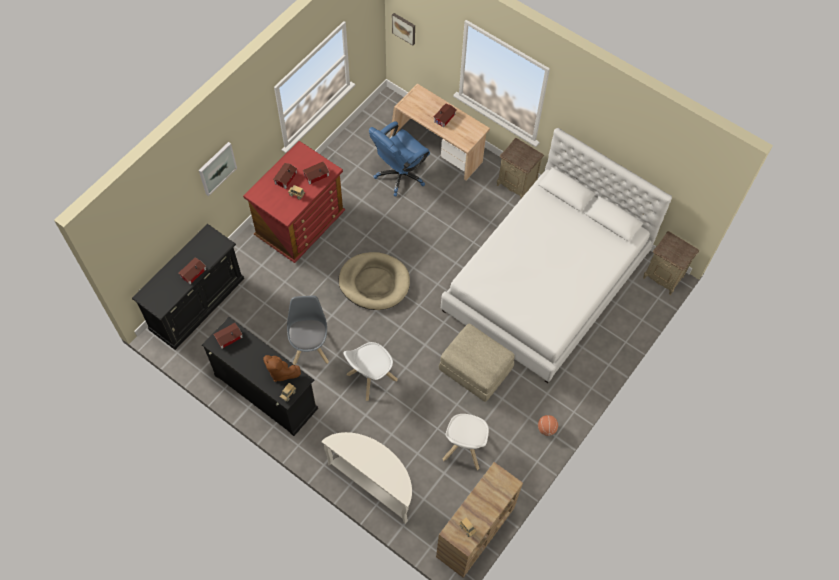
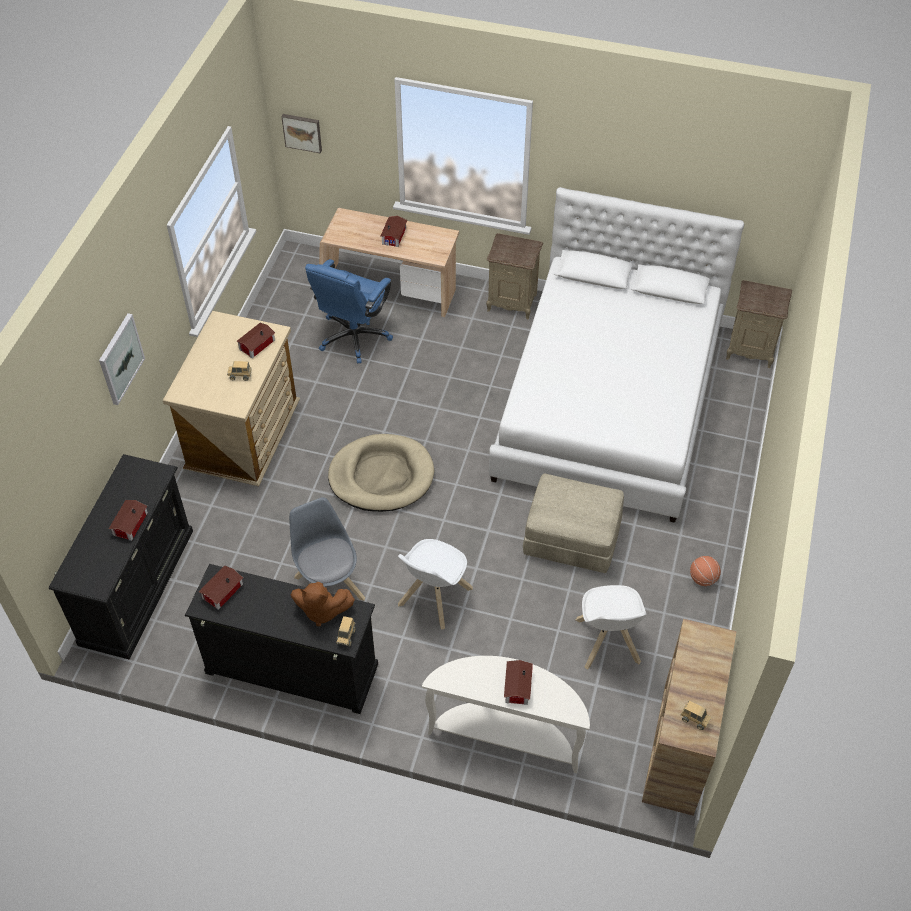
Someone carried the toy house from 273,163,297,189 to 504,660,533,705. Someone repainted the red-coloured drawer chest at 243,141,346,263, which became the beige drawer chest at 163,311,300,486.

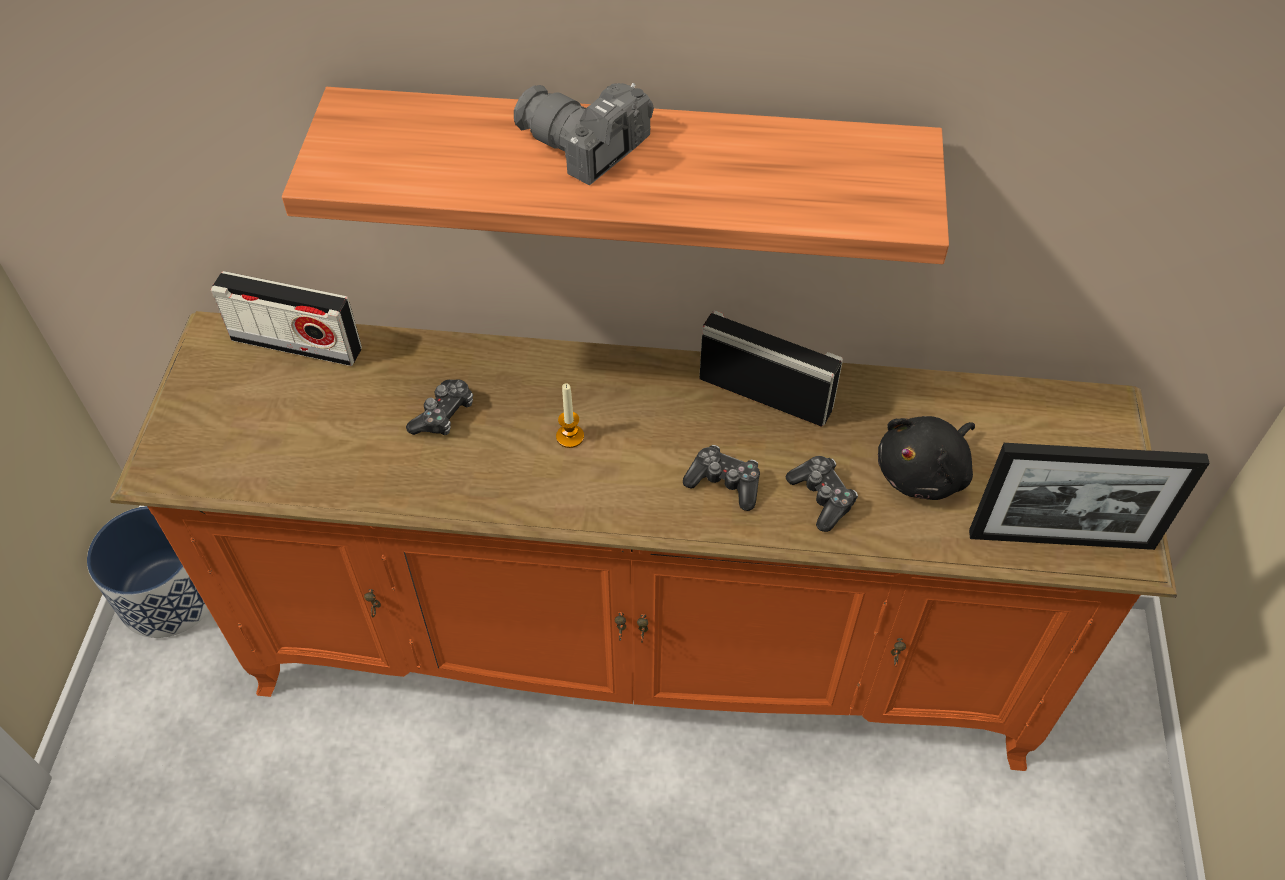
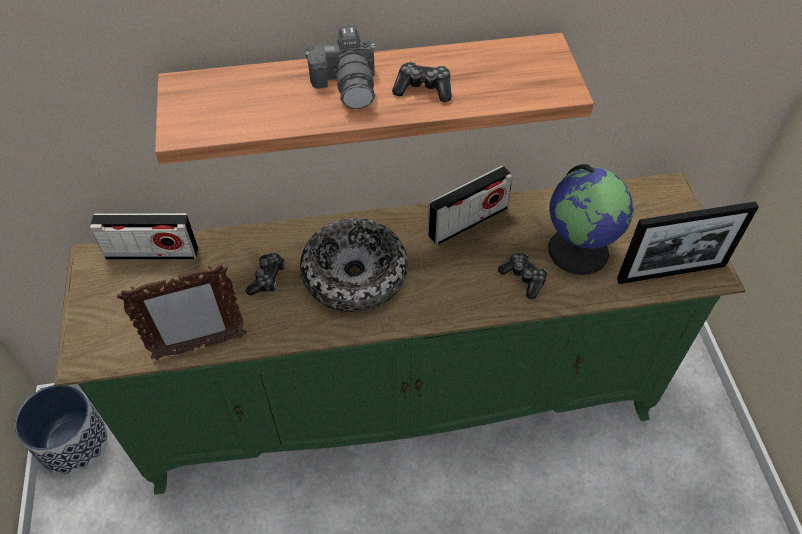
Someone put down the standing frame at 117,264,247,360. Someone carried the game controller from 683,445,760,511 to 392,62,451,102. Someone swapped the wax light at 556,383,584,448 for the bowl at 300,218,408,312. Someone swapped the blackish cuddly toy at 878,416,975,500 for the world globe at 548,164,634,275. Someone repainted the orange drawer chest at 110,311,1177,771, which became the green-coloured drawer chest at 54,172,746,495. Someone rotated the photo camera at 514,83,654,186 by 120 degrees counterclockwise. Someone rotated the radio at 699,310,843,427 by 135 degrees clockwise.

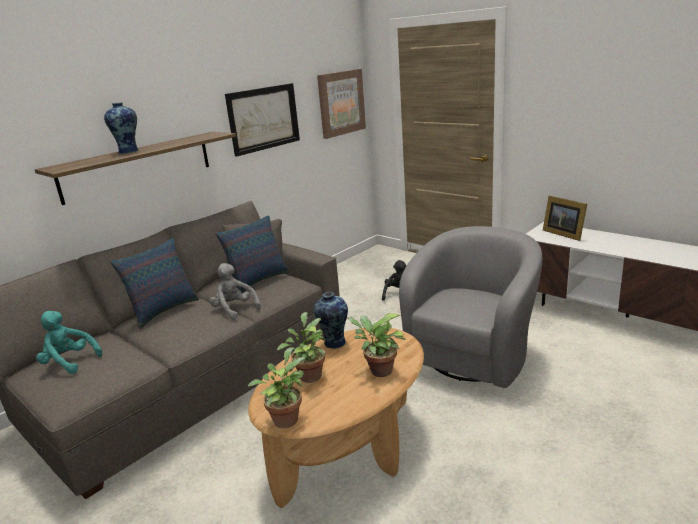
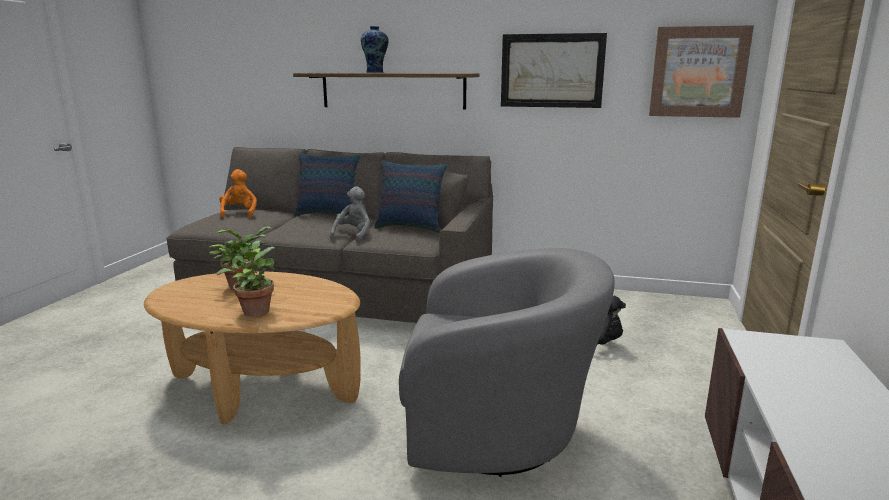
Someone took away the potted plant at 248,347,305,428. Someone took away the decorative vase at 313,292,348,349. Someone took away the standing frame at 543,196,587,241. Someone repainted the turquoise cuddly toy at 36,311,102,374, which became the orange cuddly toy at 219,169,257,218.

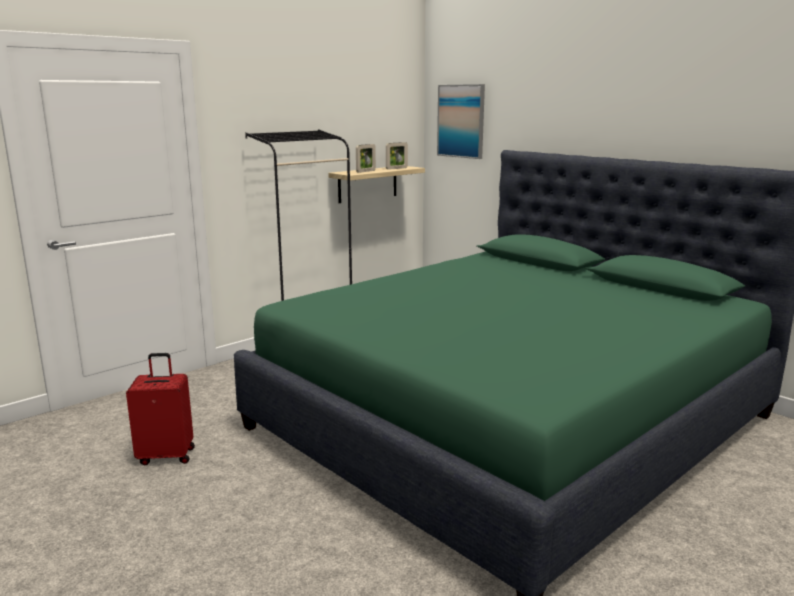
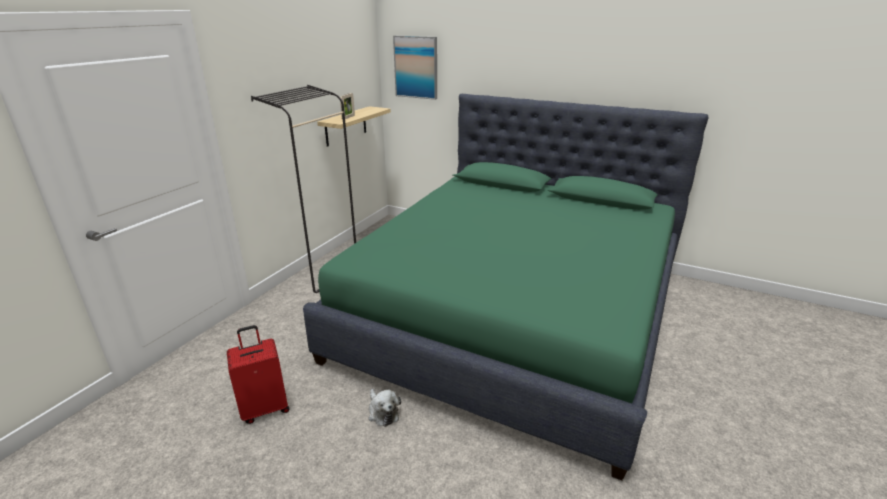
Someone took away the standing frame at 386,142,408,170. Someone put down the cuddly toy at 368,389,401,427.

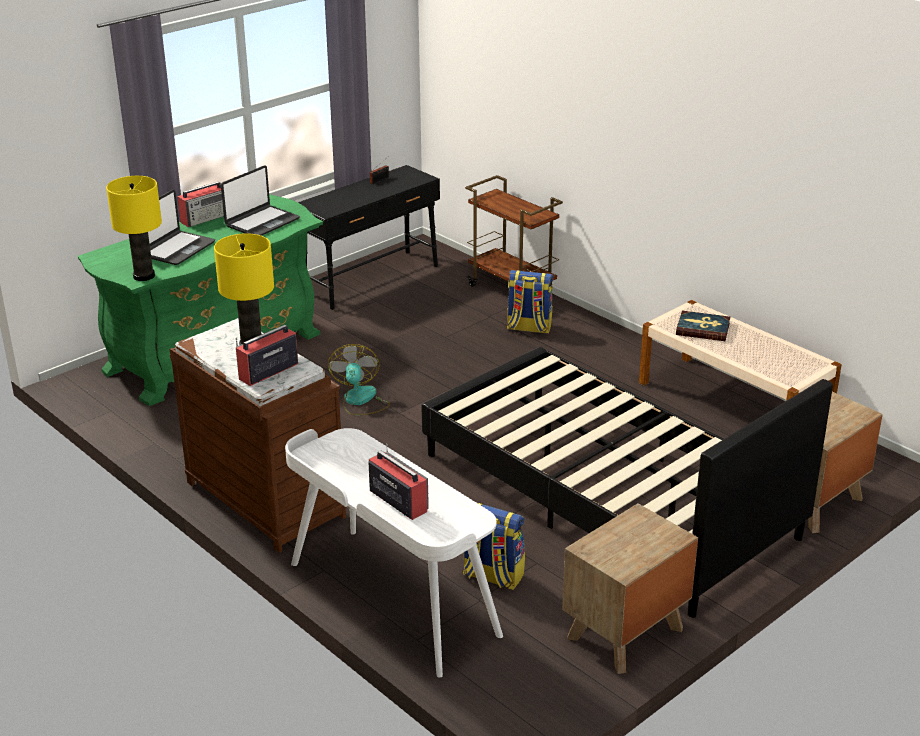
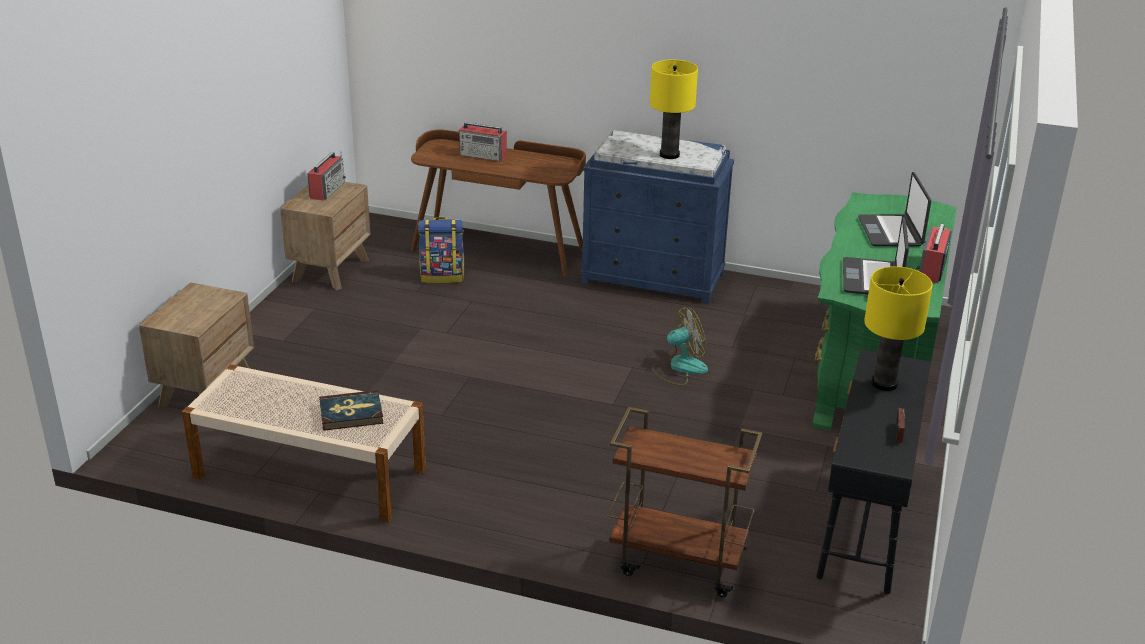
Someone took away the blackish bedroom bed at 421,347,833,618. Someone took away the backpack at 507,270,553,334. Someone carried the yellowish tabletop lamp from 106,176,162,281 to 864,266,933,391. Someone carried the radio from 236,325,298,386 to 307,151,346,201. Someone repainted the brown-coloured drawer chest at 170,318,346,553, which became the blue-coloured drawer chest at 581,130,734,304. Someone repainted the white desk at 285,428,503,678, which became the brown-coloured desk at 410,130,586,277. Someone rotated the fan at 328,344,390,415 by 75 degrees counterclockwise.

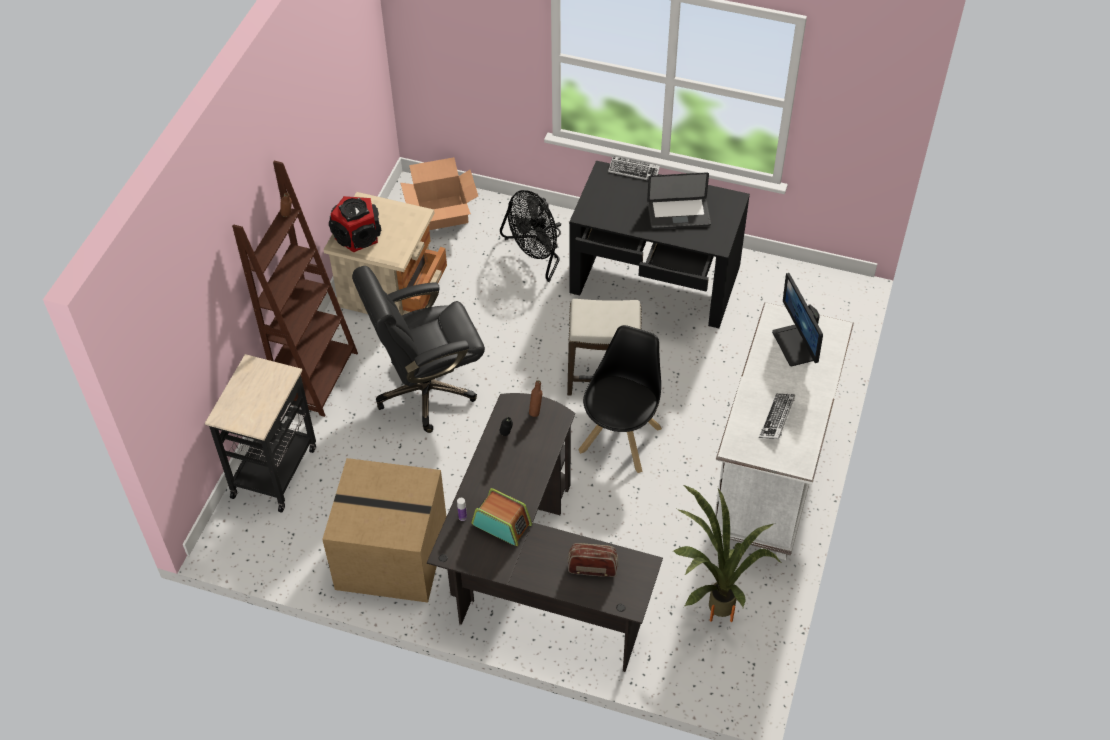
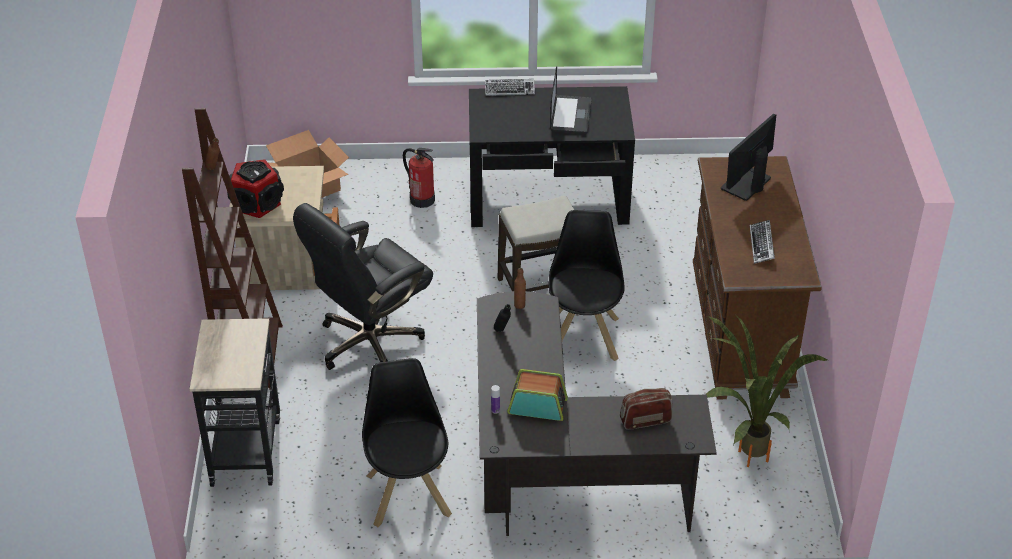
Someone swapped the packing box at 322,458,446,603 for the blackish upright chair at 362,358,452,527. Someone swapped the blackish fan at 500,190,561,282 for the fire-fighting cylinder at 403,148,435,208. Someone repainted the white drawer chest at 712,302,854,560, which became the brown-coloured drawer chest at 693,156,822,399. Someone rotated the laptop at 647,172,711,229 by 60 degrees counterclockwise. Someone rotated the computer display at 772,273,823,366 by 75 degrees clockwise.

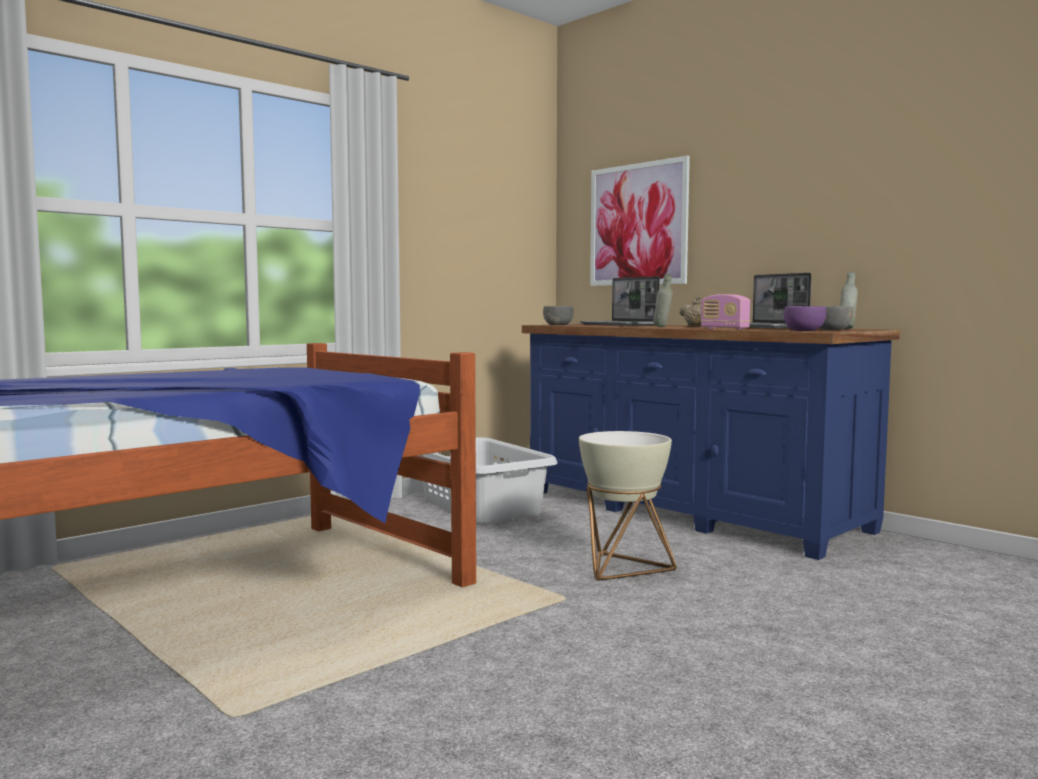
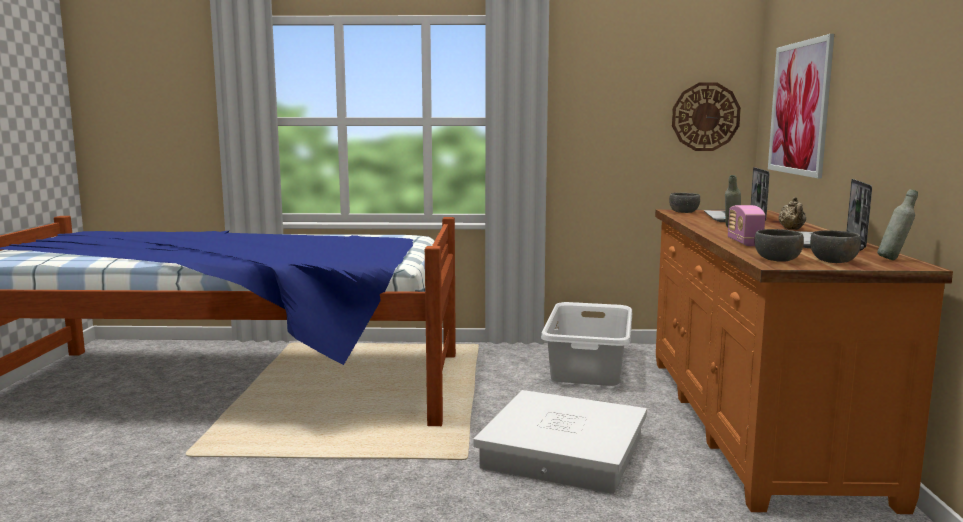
Someone put up the wall clock at 672,83,741,151. Someone swapped the plant pot at 579,431,677,580 for the white storage box at 473,390,647,494. Someone repainted the blue-coloured drawer chest at 522,324,900,560, which became the orange drawer chest at 655,209,953,514. Someone repainted the purple bowl at 784,306,826,331, which became the grey bowl at 755,229,804,262.

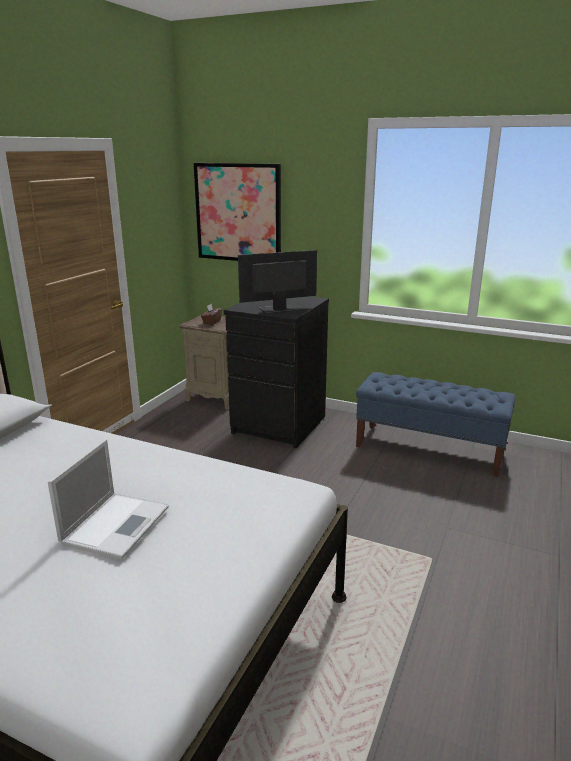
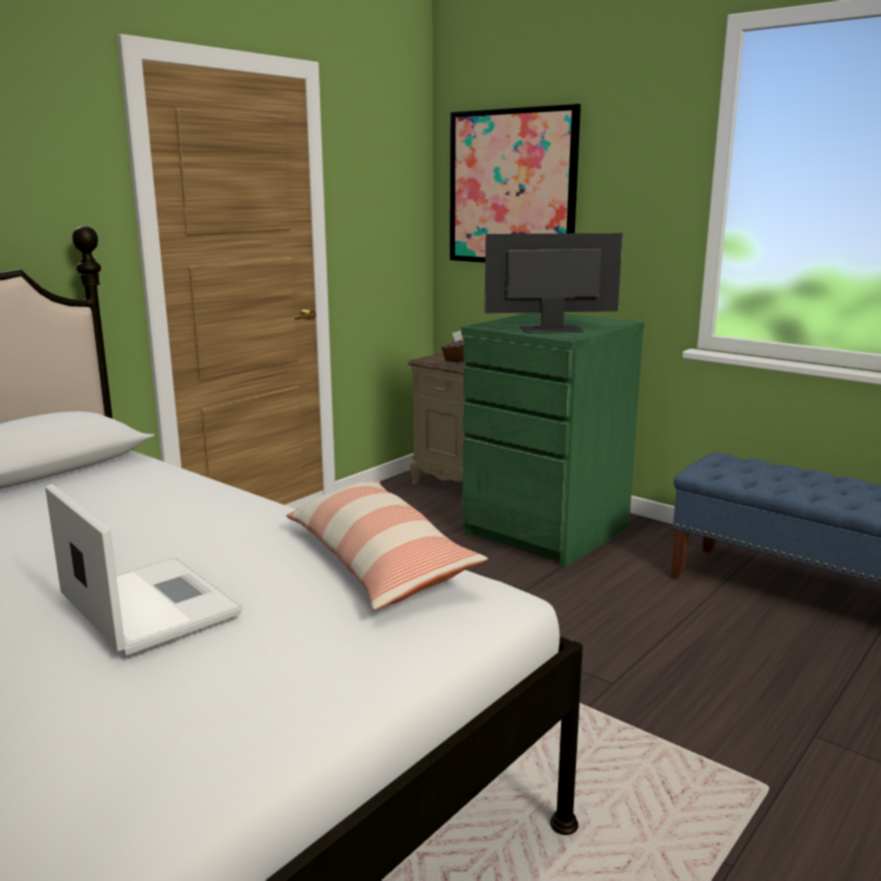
Someone put down the pillow at 286,480,488,610. Someone repainted the blackish drawer chest at 224,296,329,448, which became the green-coloured drawer chest at 461,312,645,568. Someone rotated the laptop at 48,439,169,559 by 75 degrees counterclockwise.

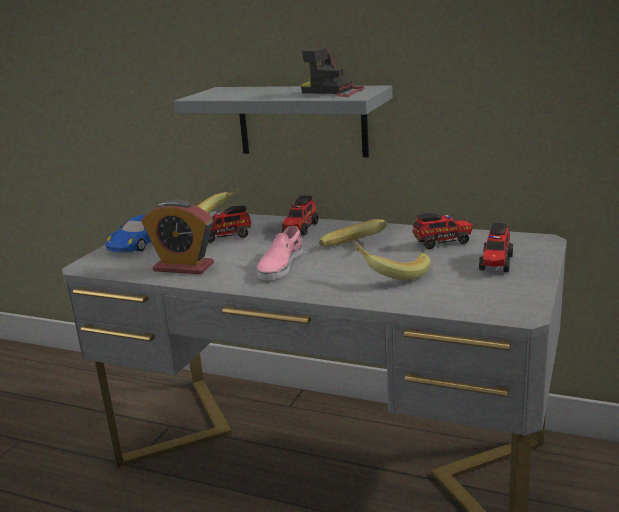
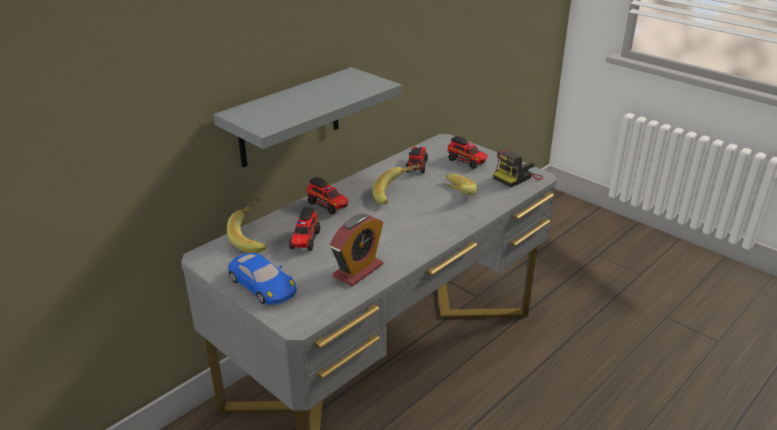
Someone took away the pink item of footwear at 257,226,303,280. Someone carried the photo camera from 301,47,365,97 to 493,149,543,188.

